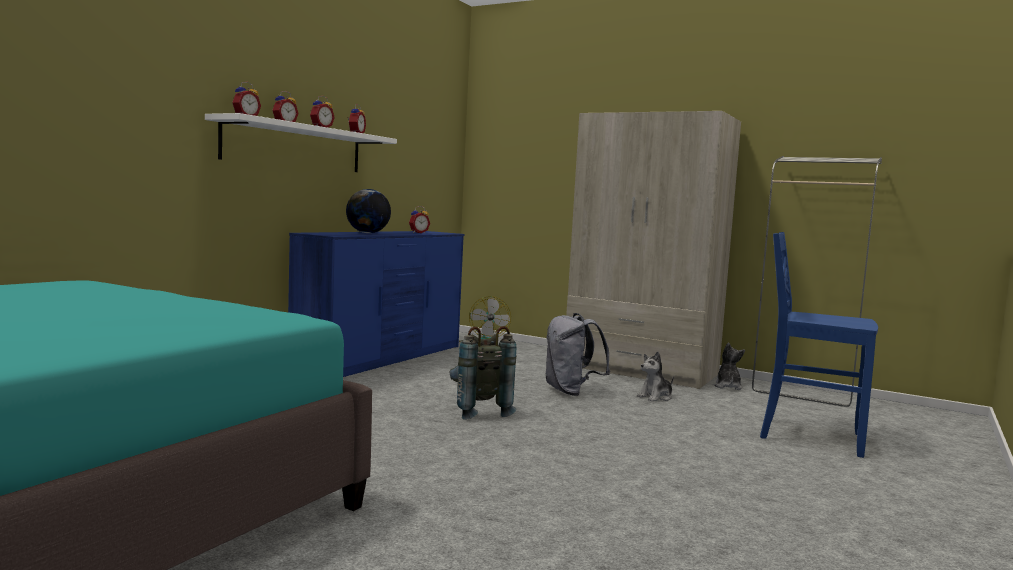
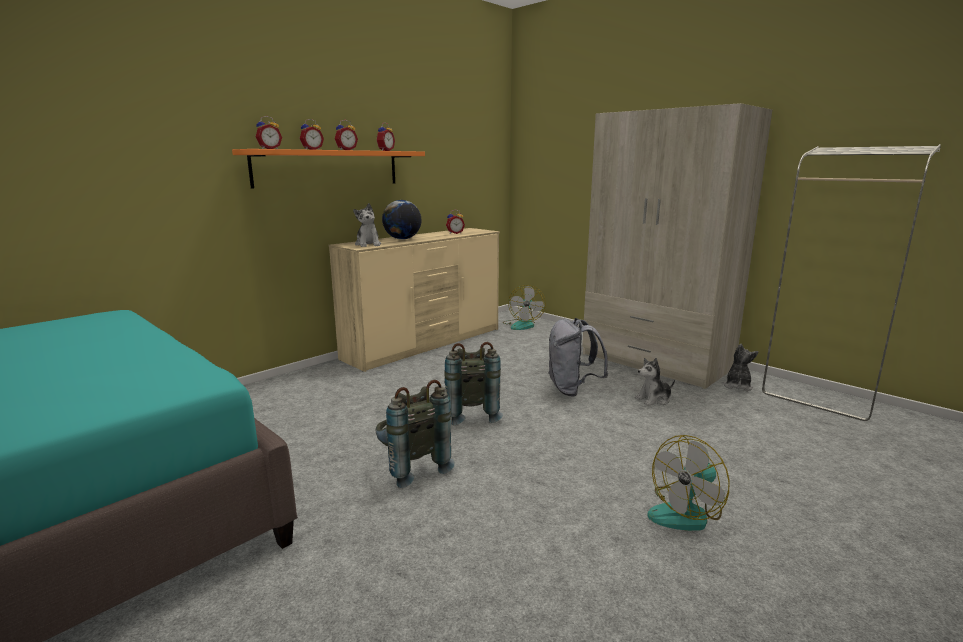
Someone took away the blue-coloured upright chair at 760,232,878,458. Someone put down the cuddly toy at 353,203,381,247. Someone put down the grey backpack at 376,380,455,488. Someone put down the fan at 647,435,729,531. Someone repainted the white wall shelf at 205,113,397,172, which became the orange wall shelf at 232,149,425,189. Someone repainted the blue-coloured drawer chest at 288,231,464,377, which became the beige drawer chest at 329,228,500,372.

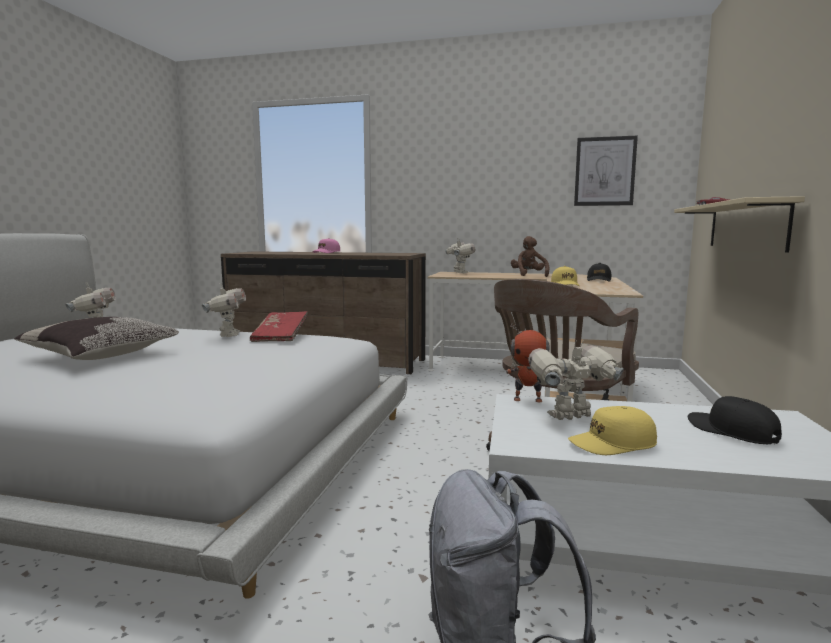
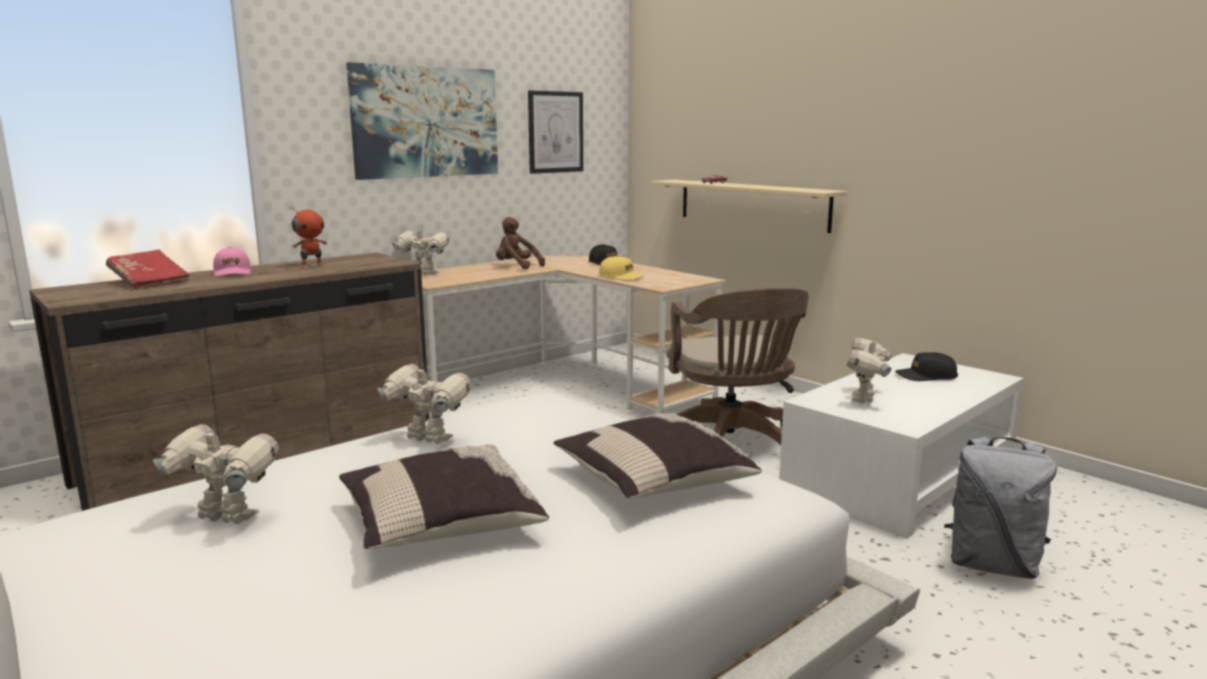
Someone took away the yellowish baseball cap at 568,406,657,455. Someone put up the picture at 347,62,498,180. Someone put down the pillow at 553,413,762,498. Someone carried the red-coloured bound book from 250,311,308,342 to 106,250,190,290. Someone carried the robot figure from 506,324,549,402 to 290,206,327,269.

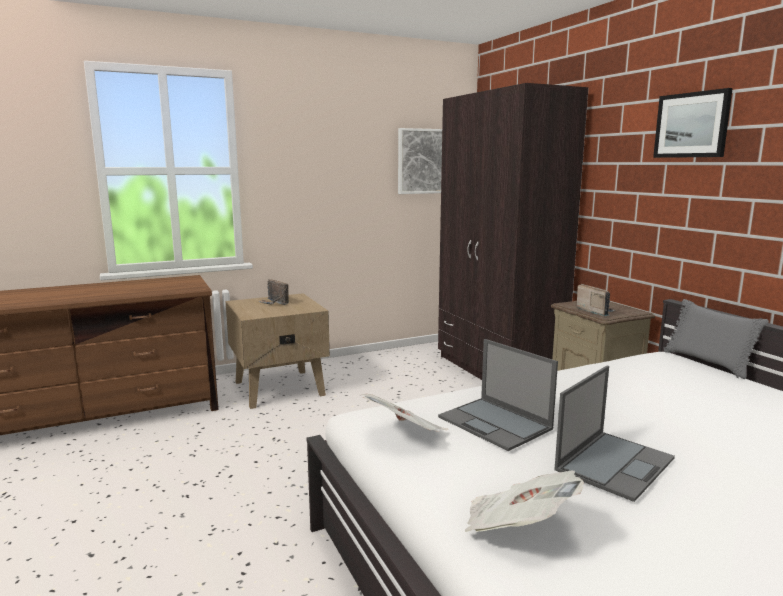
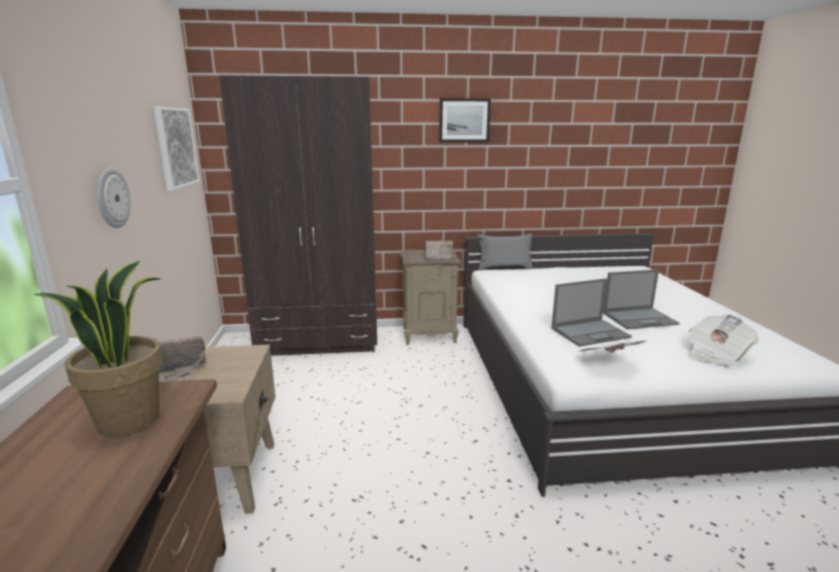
Someone put down the potted plant at 34,261,163,437. Someone put up the wall clock at 97,168,130,228. Someone rotated the laptop at 554,366,675,502 by 105 degrees clockwise.

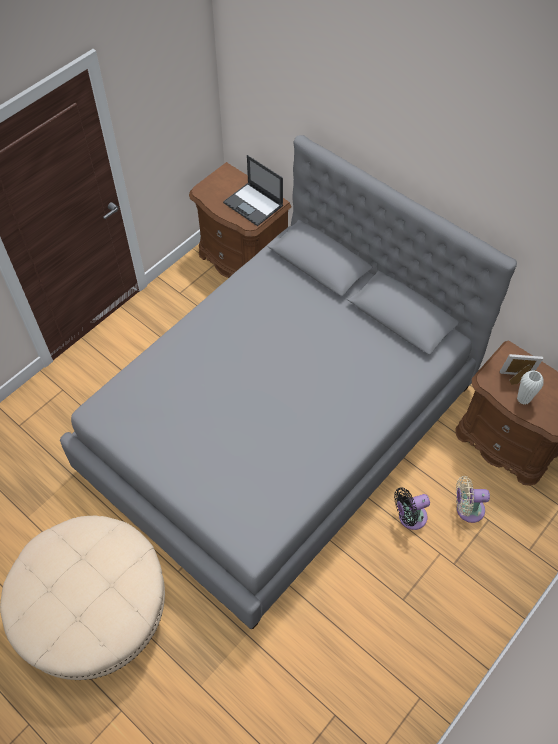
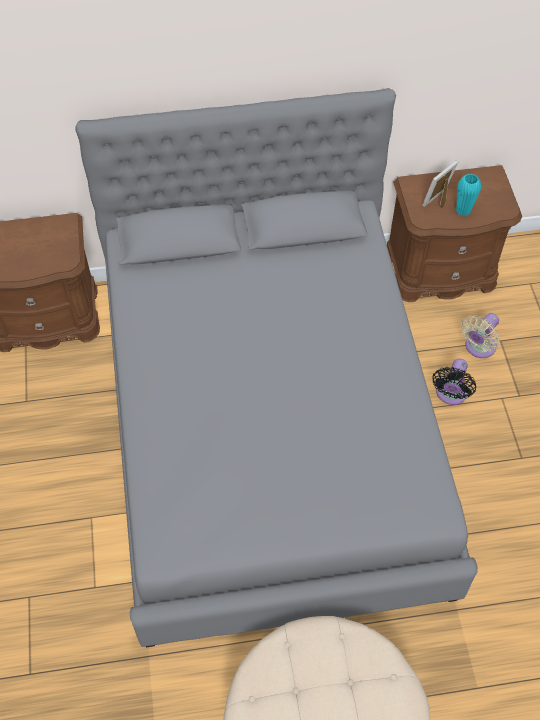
Someone took away the laptop at 223,155,283,226. Someone repainted the white decorative vase at 517,370,544,405, which became the turquoise decorative vase at 456,174,481,216.

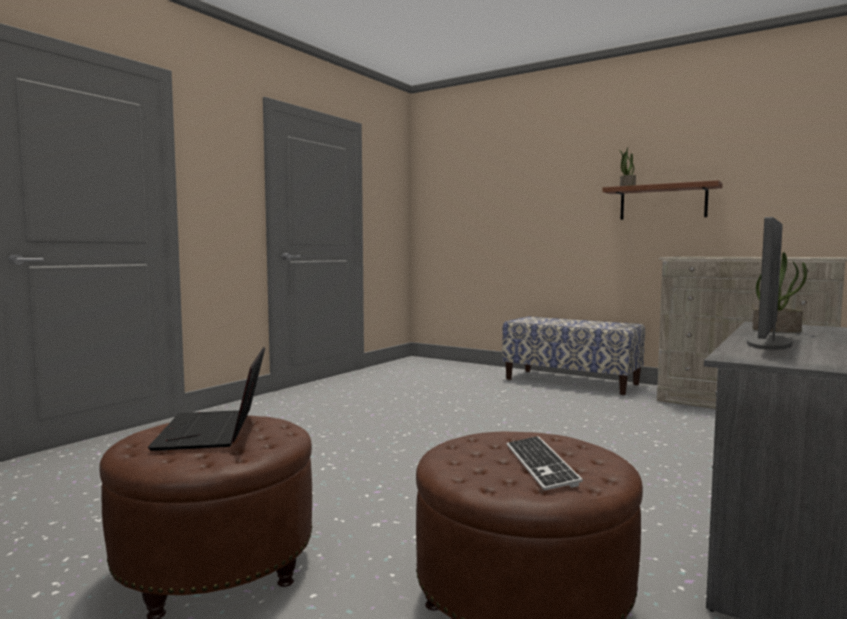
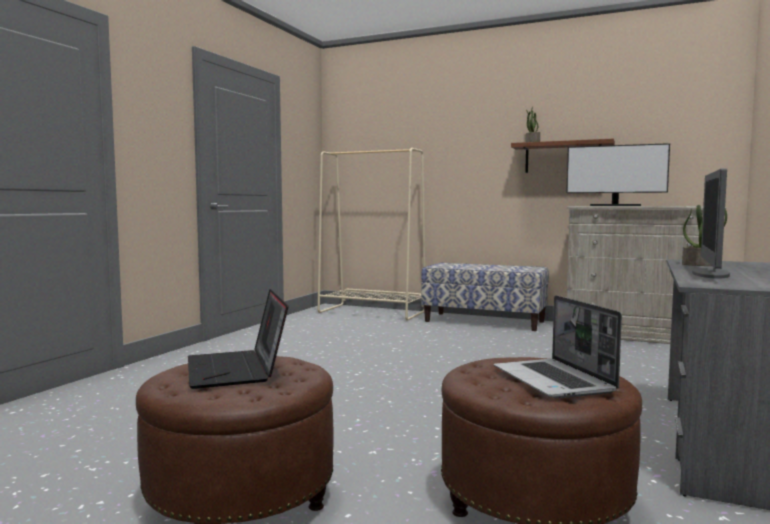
Someone put down the beige clothes rack at 318,148,425,321. Someone put down the computer display at 566,143,670,206. Someone swapped the computer keyboard at 507,436,583,490 for the laptop at 494,295,622,399.

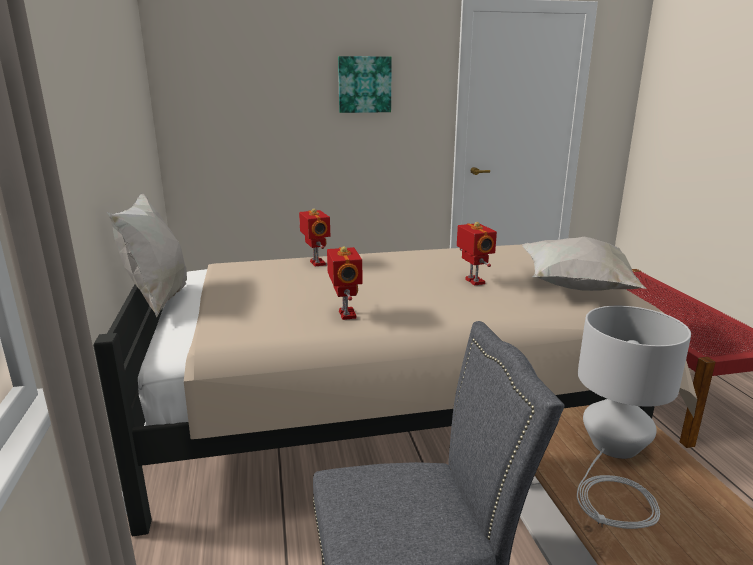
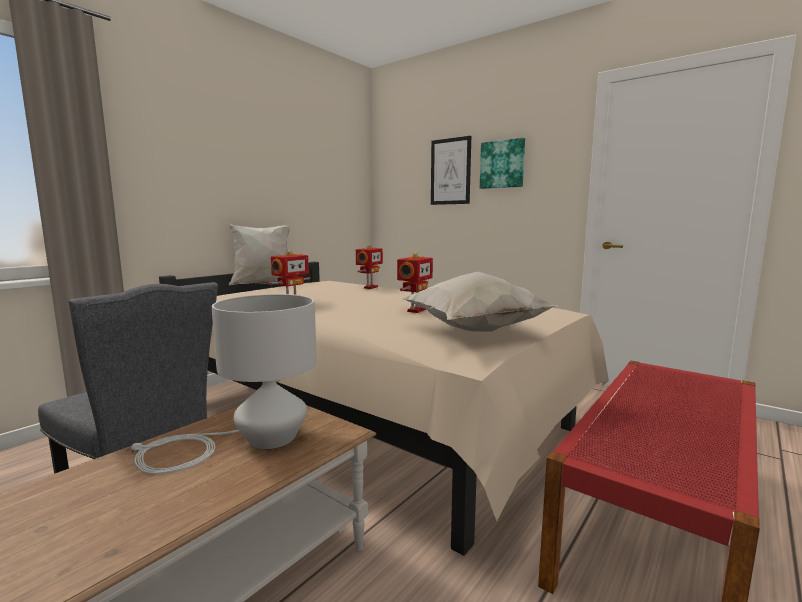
Someone put up the picture at 431,136,471,205.

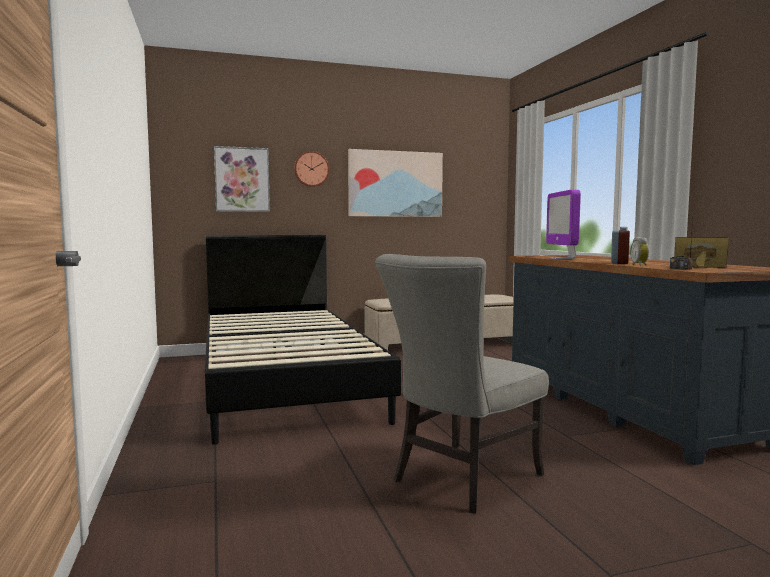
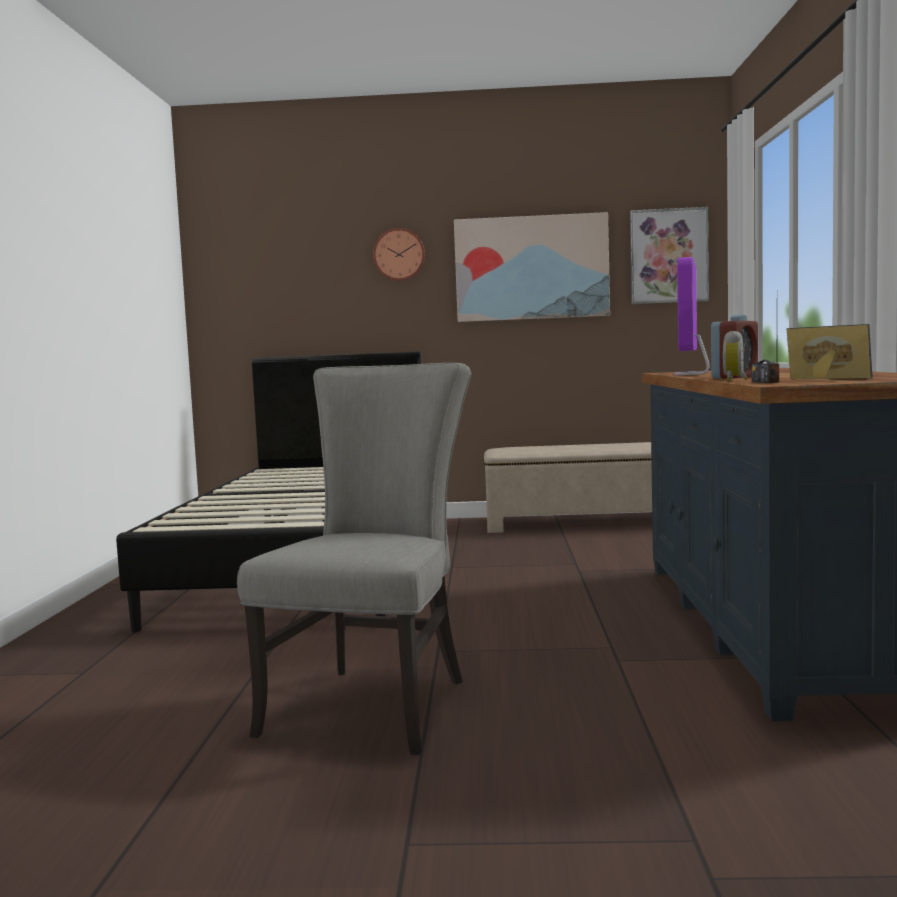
Someone carried the picture from 214,146,270,212 to 630,207,709,304. Someone rotated the grey upright chair at 375,254,549,514 by 135 degrees clockwise.

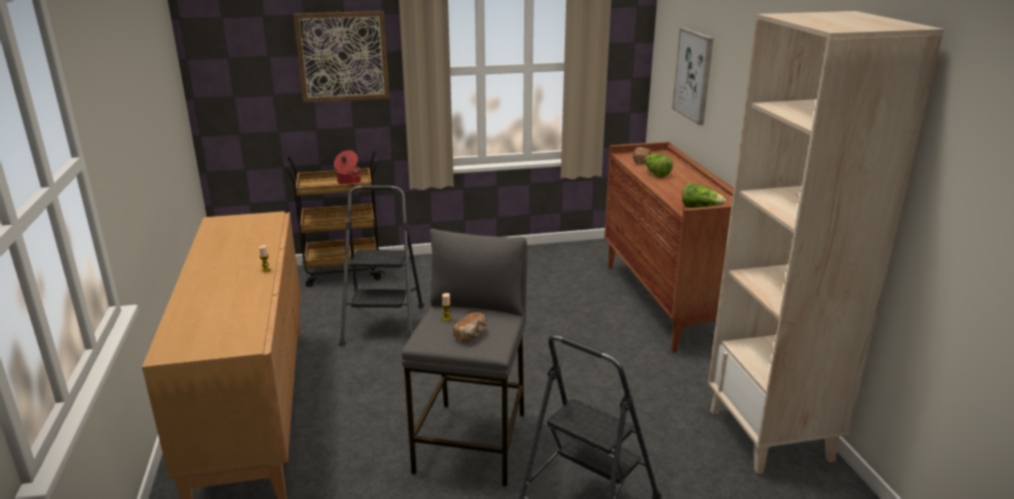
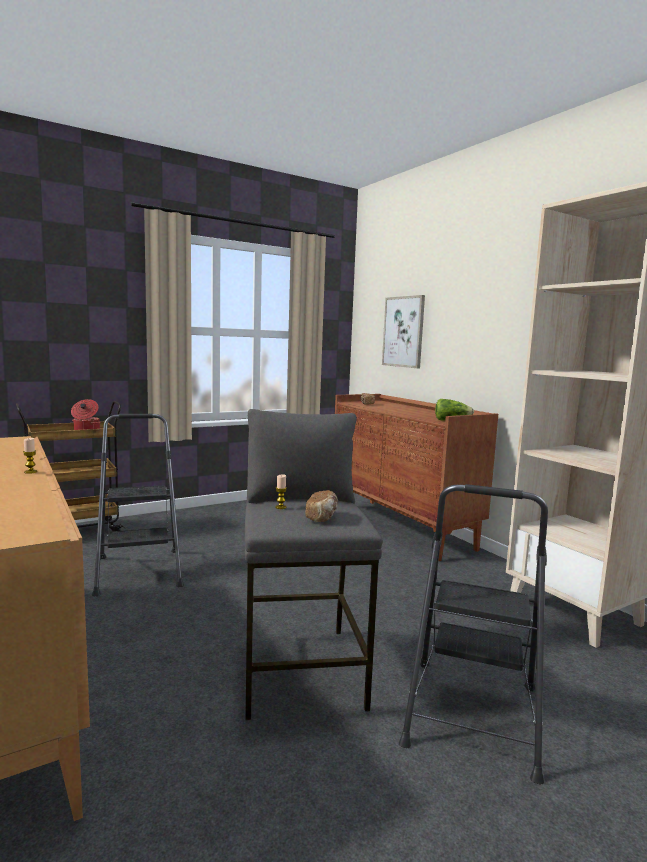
Someone took away the picture at 293,11,389,103. Someone took away the lettuce head at 646,154,673,177.

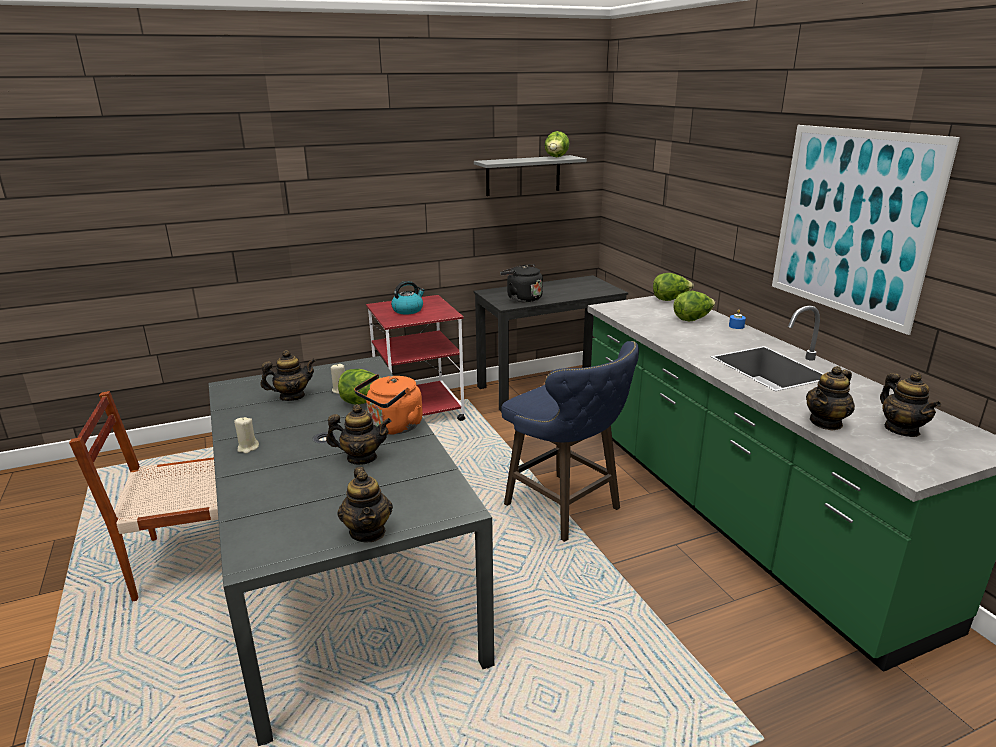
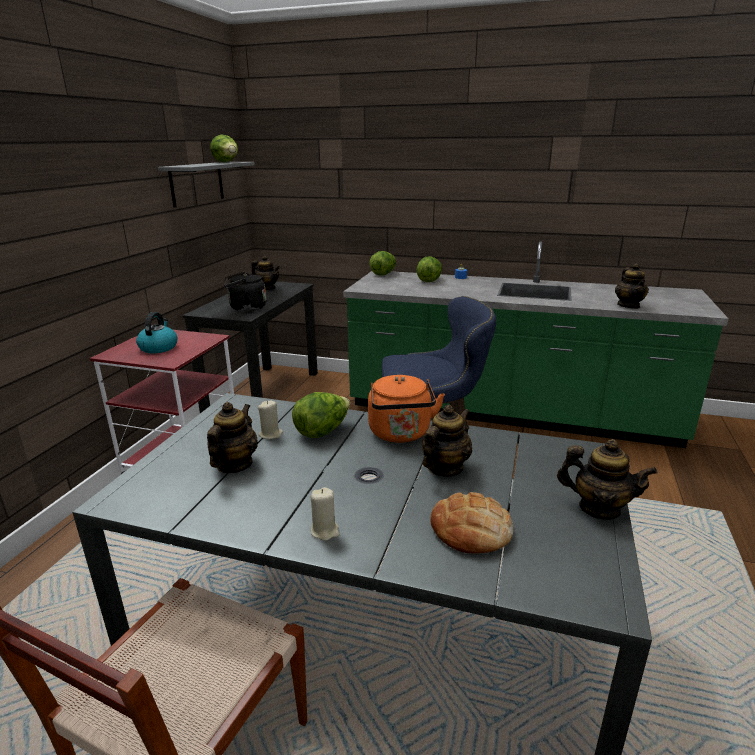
Someone took away the picture at 772,125,960,335. Someone put down the bread at 430,492,513,554. Someone carried the teapot from 880,372,941,437 to 251,256,280,290.

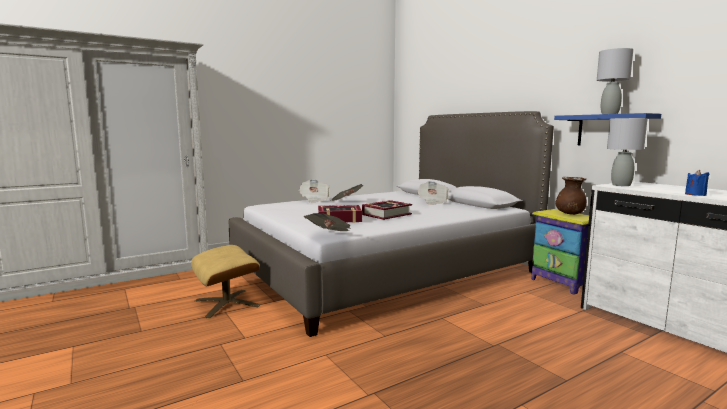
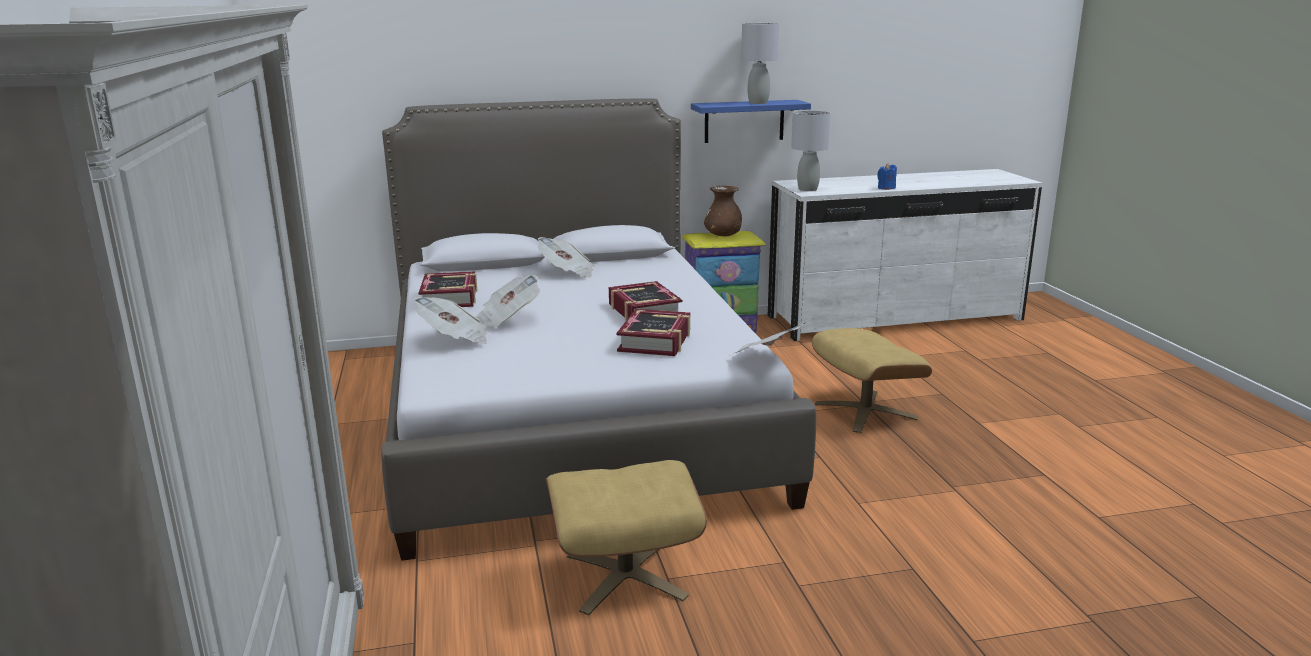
Someone put down the bound book at 419,271,477,307. Someone put down the beige footrest at 812,328,932,433.

